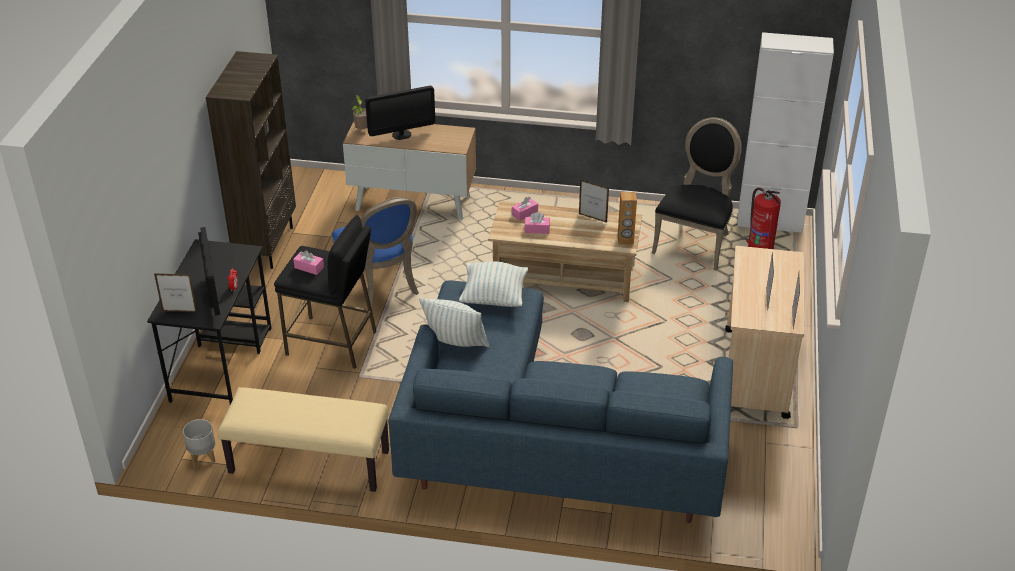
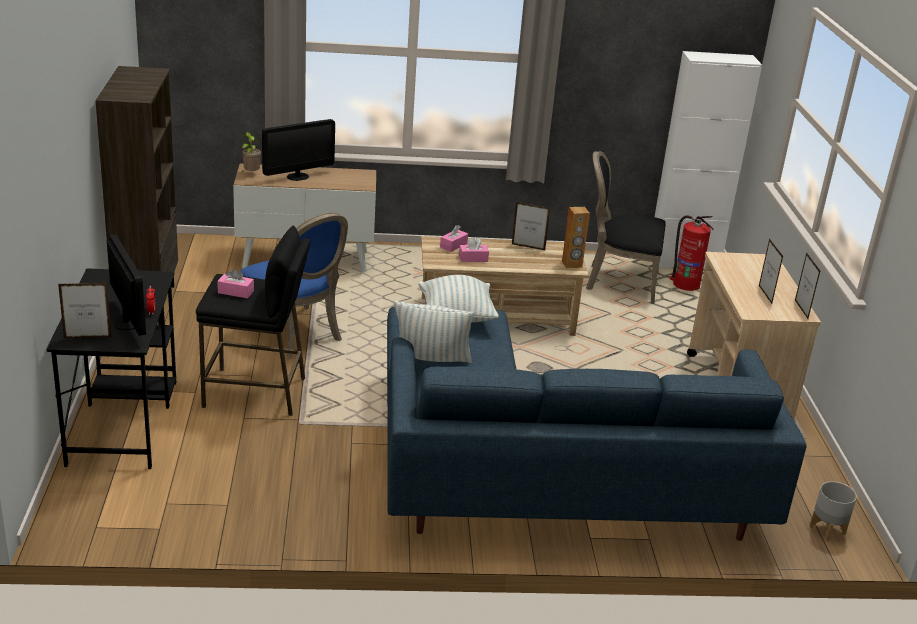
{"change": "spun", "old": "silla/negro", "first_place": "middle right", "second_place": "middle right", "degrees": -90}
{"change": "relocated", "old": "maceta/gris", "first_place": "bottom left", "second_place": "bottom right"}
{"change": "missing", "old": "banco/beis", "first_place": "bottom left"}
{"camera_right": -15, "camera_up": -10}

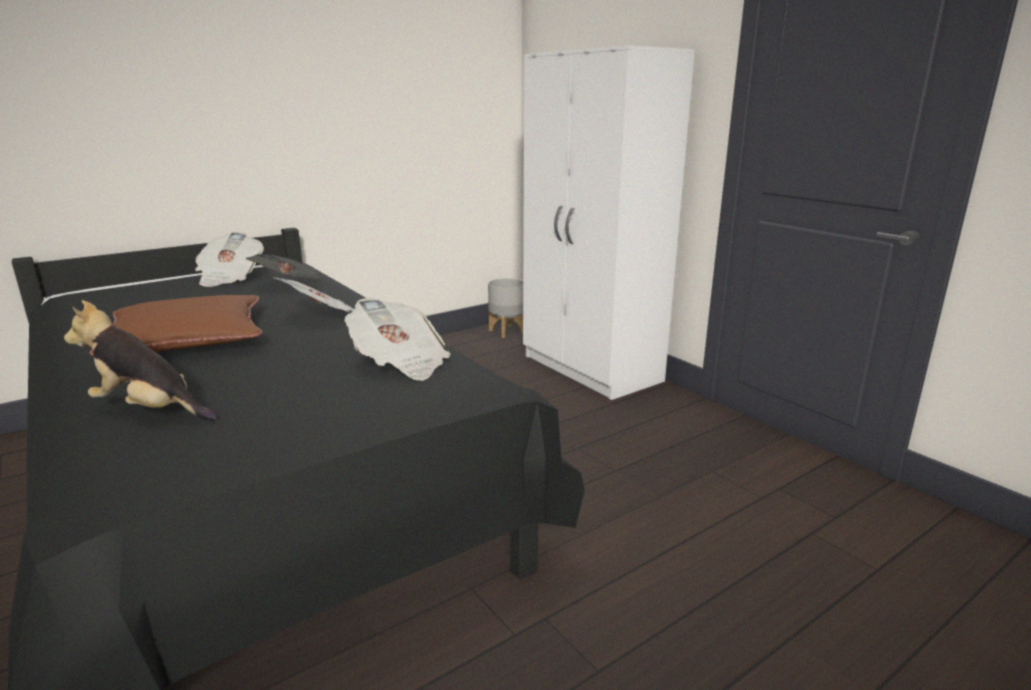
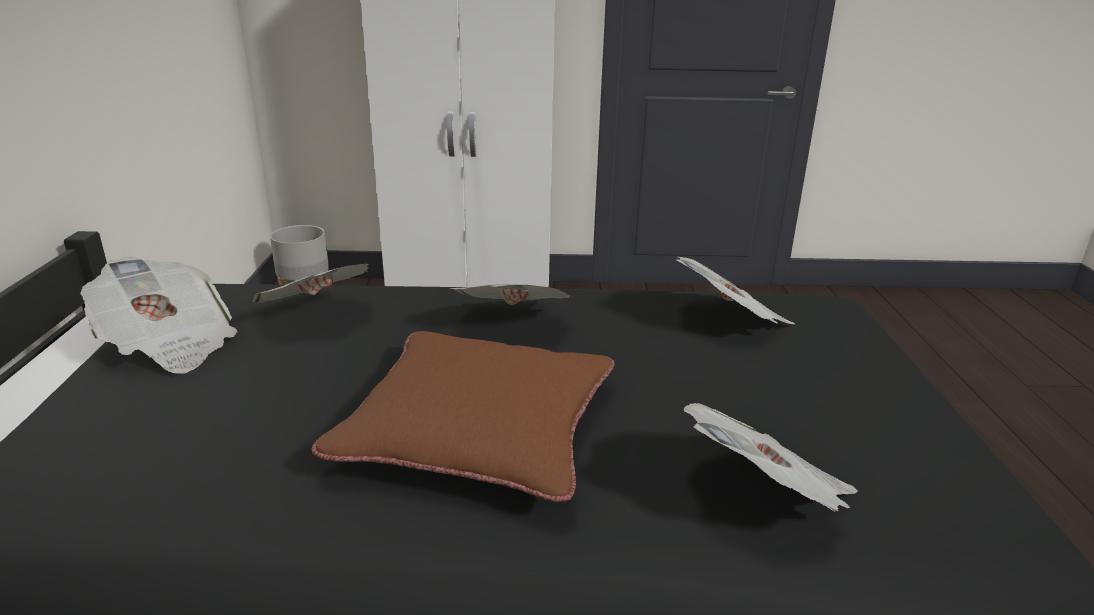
{"change": "exchanged", "old": "peluche", "new": "periódico (no. 5 from left)", "first_place": "middle left", "second_place": "bottom right"}
{"camera_right": -55, "camera_up": 5}

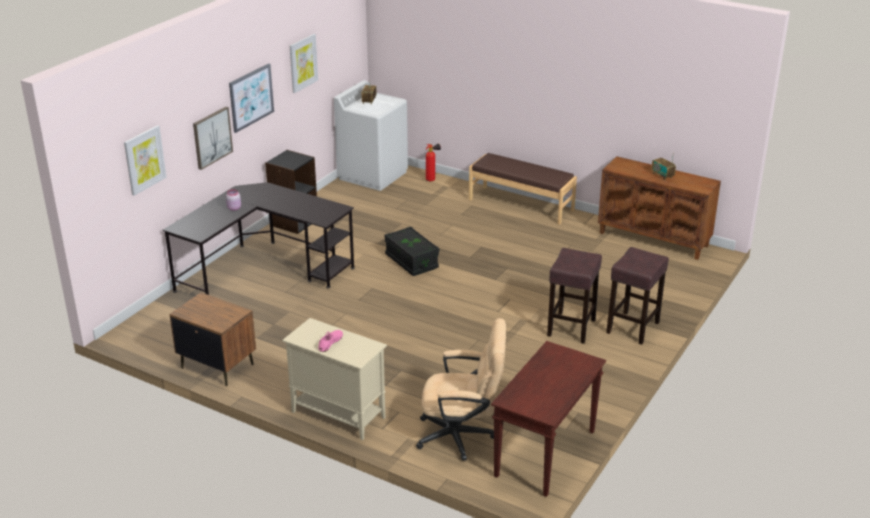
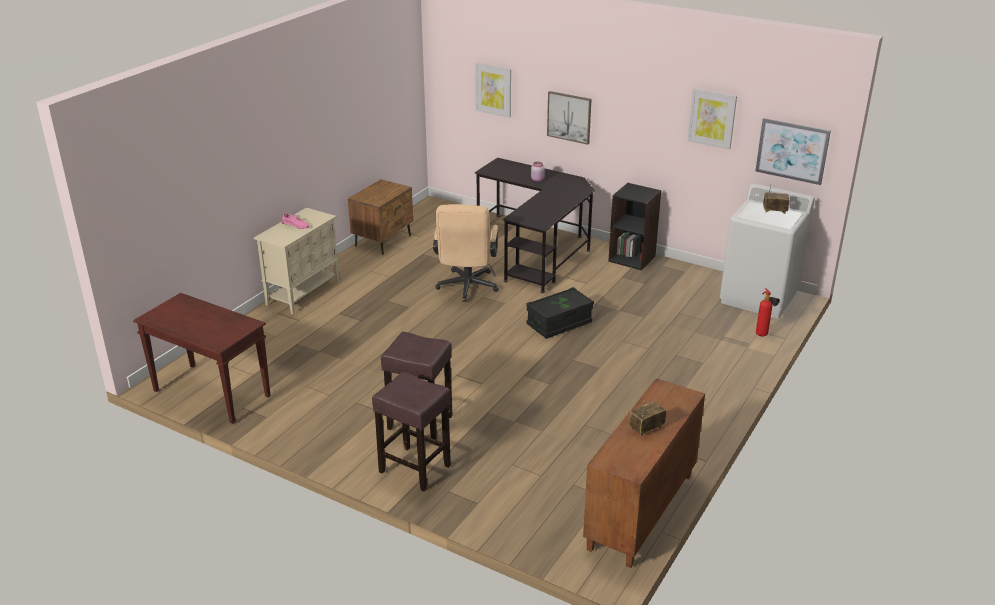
{"change": "relocated", "old": "silla de oficina/beis", "first_place": "bottom centre", "second_place": "centre"}
{"change": "relocated", "old": "cuadro (no. 3 from left in the first image)", "new": "cuadro (no. 4 from left)", "first_place": "top left", "second_place": "top right"}
{"change": "missing", "old": "banco/marrón", "first_place": "centre"}
{"camera_right": 90, "camera_up": 0}

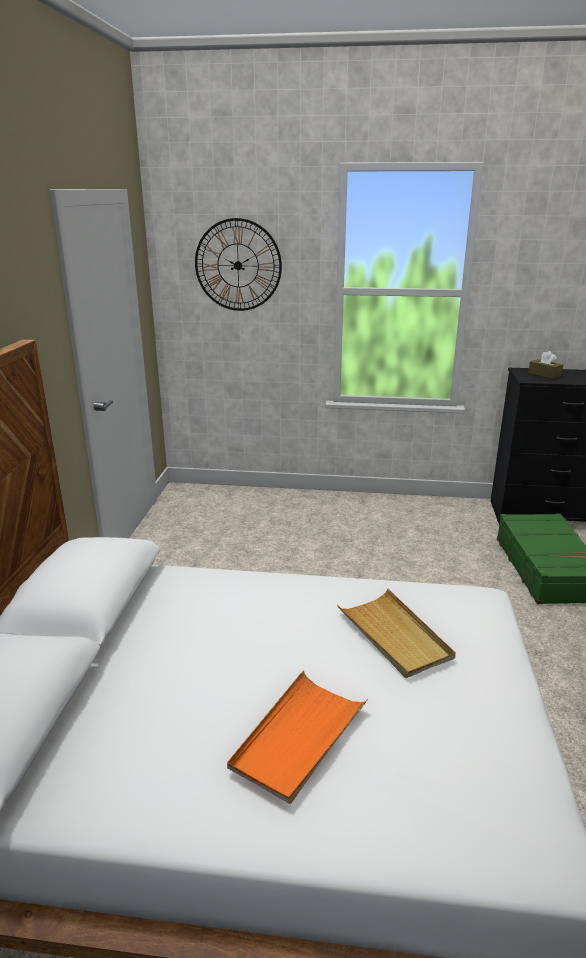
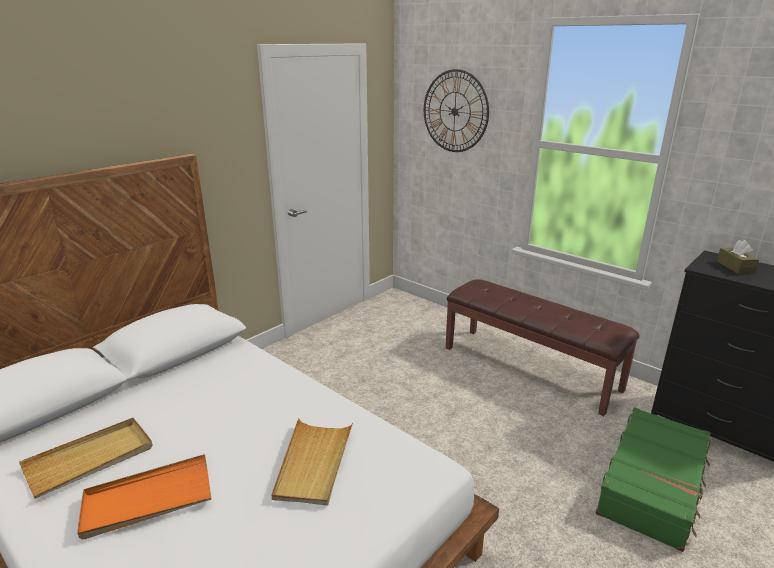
{"change": "appeared", "new": "bandeja/beis (no. 1 from left)", "second_place": "bottom left"}
{"change": "appeared", "new": "banco/marrón", "second_place": "middle right"}
{"camera_right": 35, "camera_up": 0}

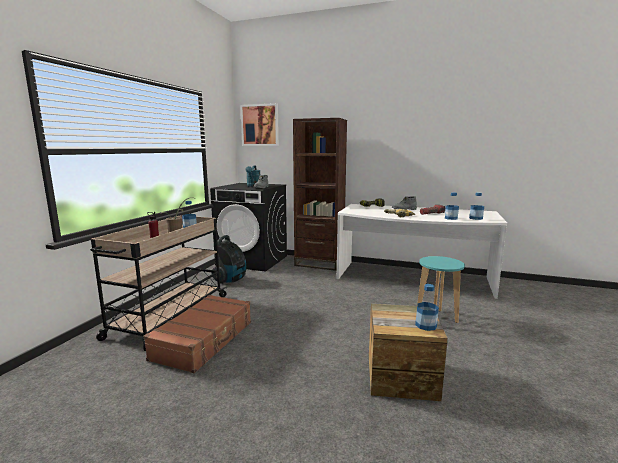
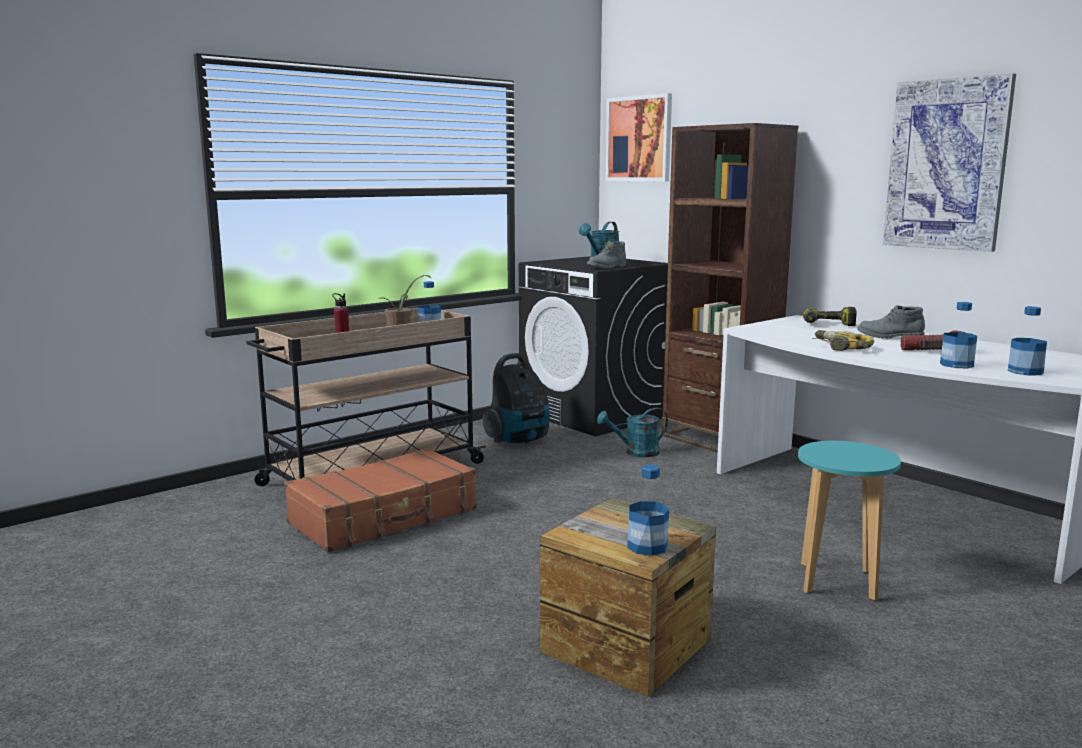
{"change": "appeared", "new": "regadera/turquesa (no. 2 from left)", "second_place": "centre"}
{"change": "appeared", "new": "cuadro (no. 2 from left)", "second_place": "top right"}
{"camera_right": 30, "camera_up": 0}

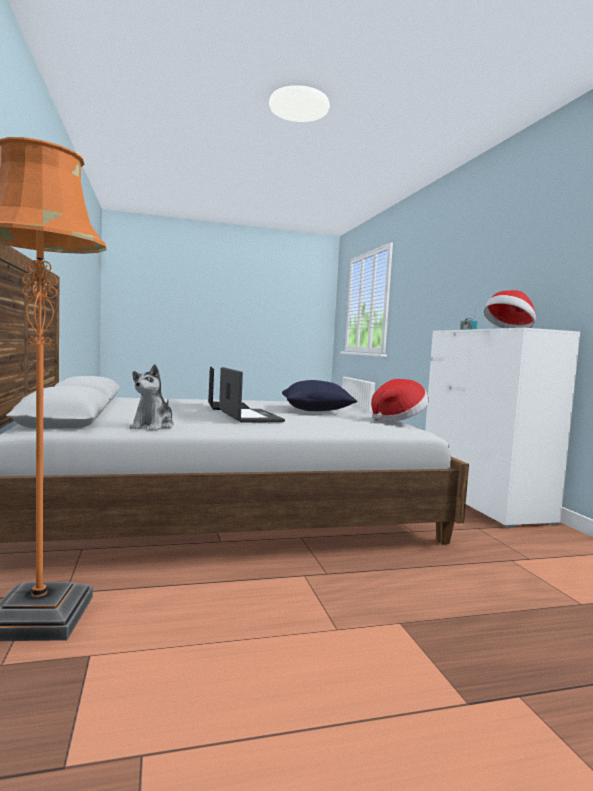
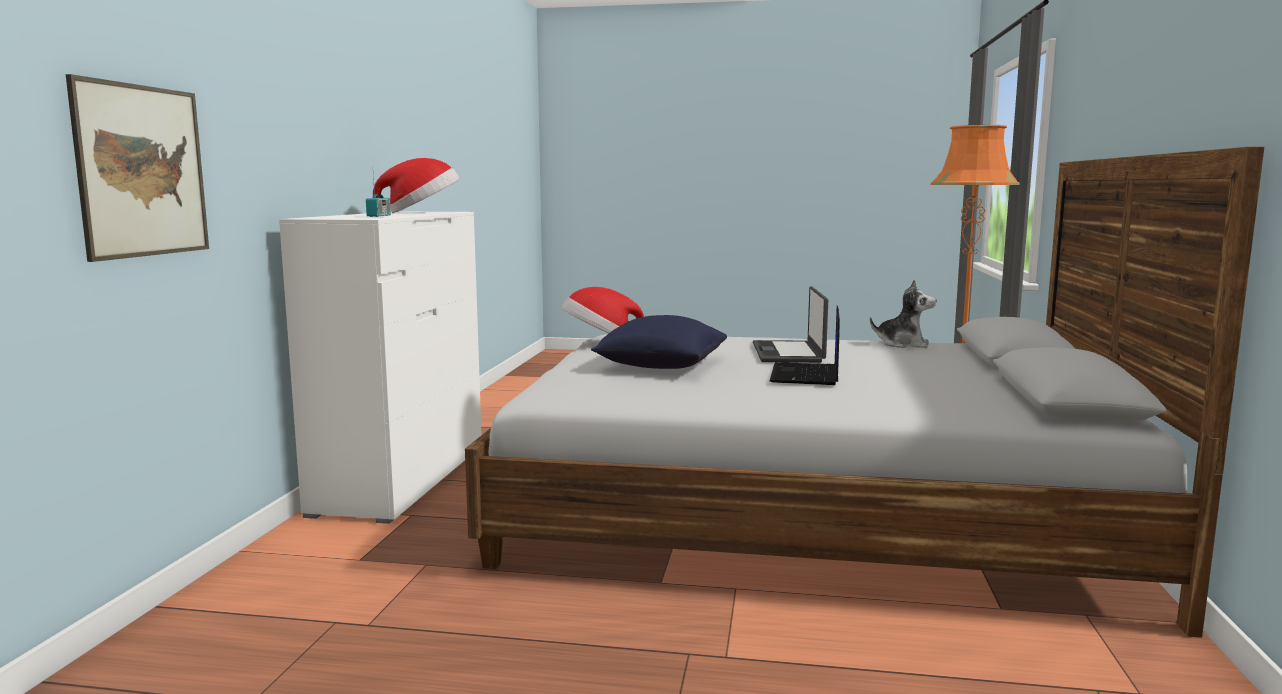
{"change": "appeared", "new": "cuadro", "second_place": "top left"}
{"change": "spun", "old": "peluche", "first_place": "middle left", "second_place": "middle right", "degrees": 75}
{"camera_right": -155, "camera_up": 5}

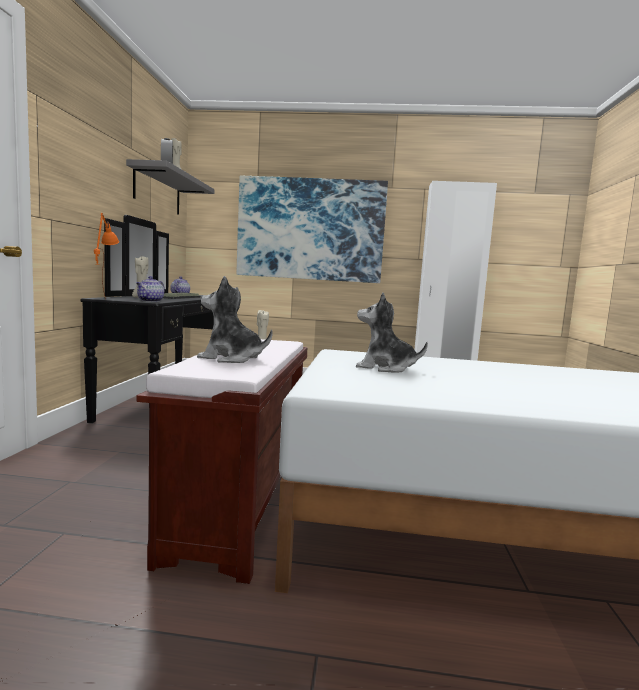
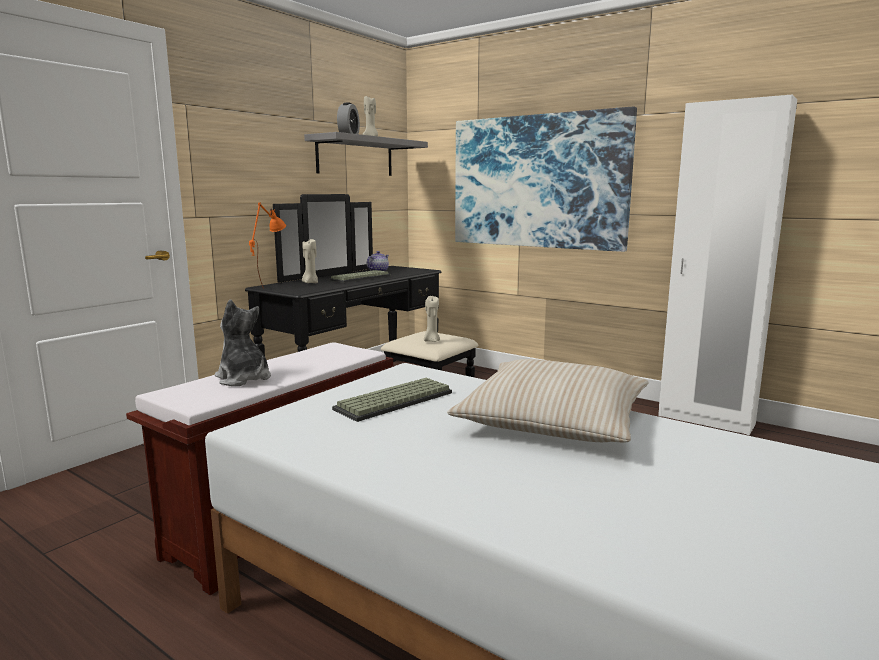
{"change": "exchanged", "old": "peluche (no. 2 from left)", "new": "teclado (no. 2 from left)", "first_place": "centre", "second_place": "centre"}
{"change": "appeared", "new": "cojín/beis", "second_place": "centre"}
{"change": "missing", "old": "tetera (no. 1 from left)", "first_place": "middle left"}
{"camera_right": 30, "camera_up": 5}

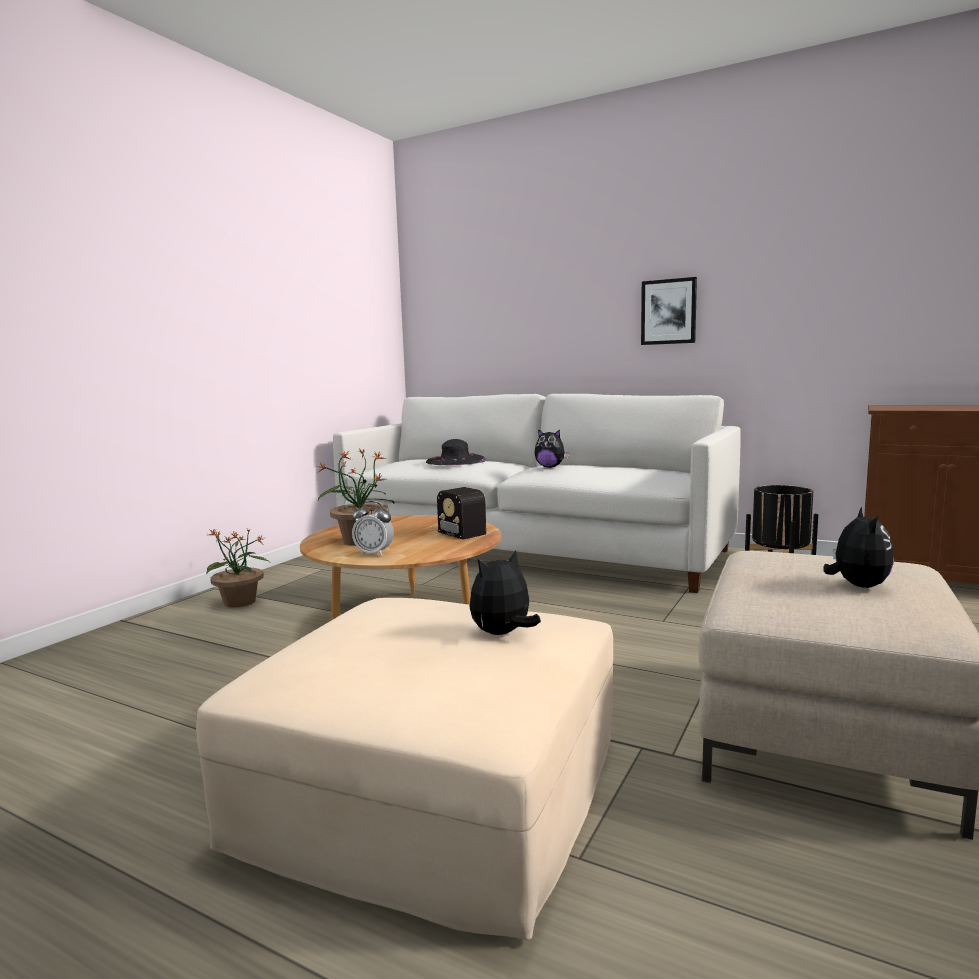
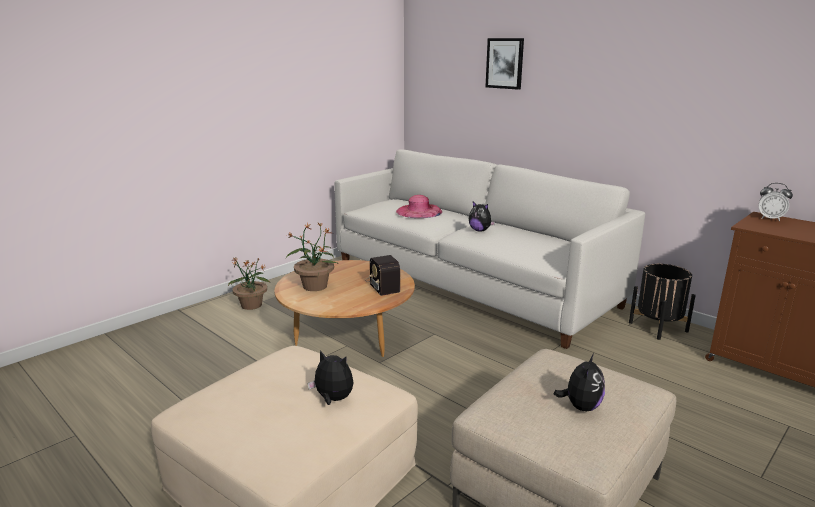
{"change": "spun", "old": "peluche (no. 1 from left)", "first_place": "centre", "second_place": "bottom centre", "degrees": 45}
{"change": "colour", "old": "sombrero/negro", "new": "sombrero/rosa", "first_place": "centre", "second_place": "centre"}
{"change": "relocated", "old": "cuadro", "first_place": "top right", "second_place": "top centre"}
{"change": "relocated", "old": "despertador", "first_place": "centre", "second_place": "middle right"}
{"camera_right": 15, "camera_up": 10}

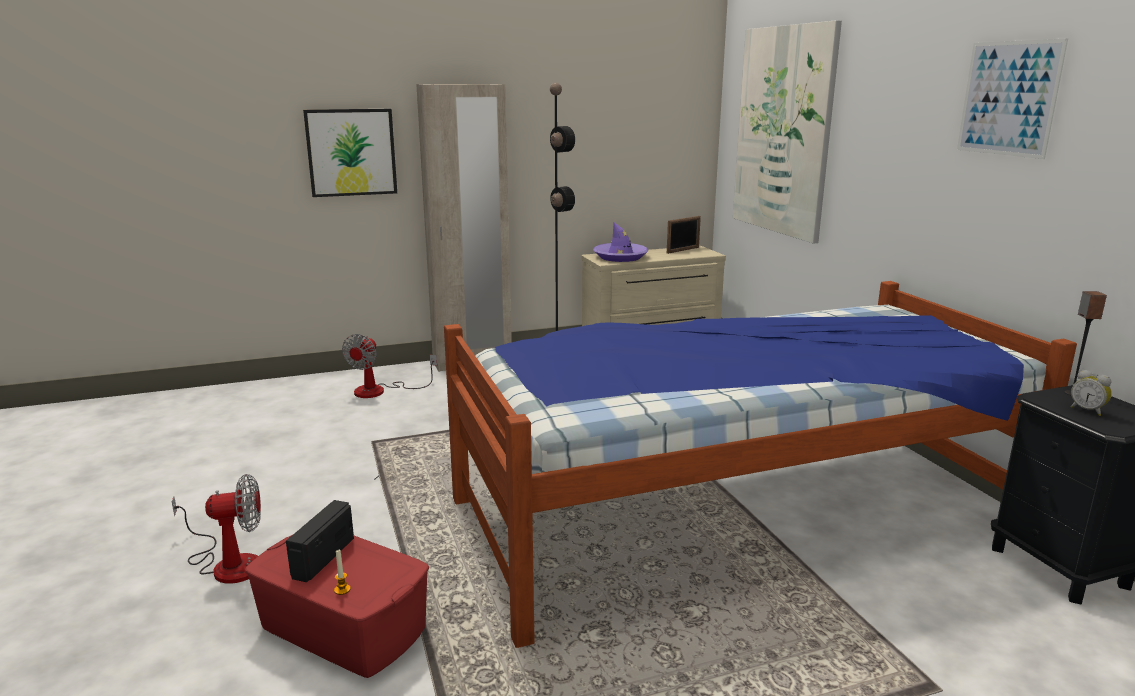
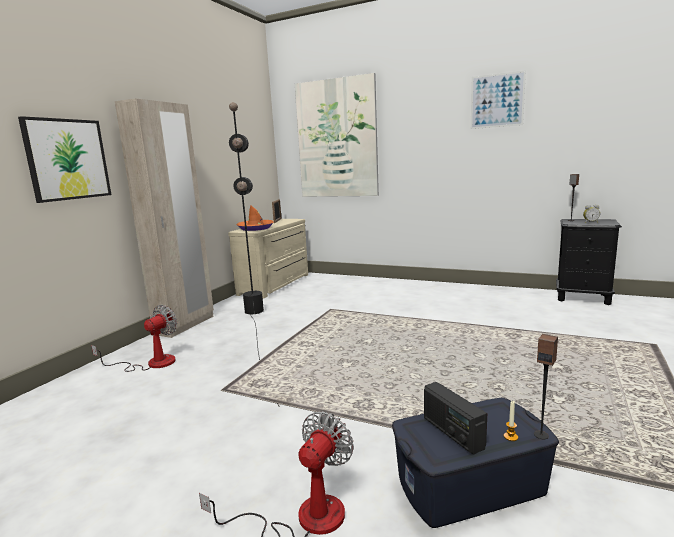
{"change": "spun", "old": "ventilador (no. 2 from left in the first image)", "first_place": "centre", "second_place": "middle left", "degrees": -120}
{"change": "colour", "old": "sombrero/morado", "new": "sombrero/naranja", "first_place": "centre", "second_place": "centre"}
{"change": "colour", "old": "caja de almacenaje/rojo", "new": "caja de almacenaje/azul", "first_place": "bottom left", "second_place": "bottom right"}
{"change": "appeared", "new": "altavoz (no. 1 from left)", "second_place": "bottom right"}
{"change": "missing", "old": "cama", "first_place": "bottom right"}
{"camera_right": -45, "camera_up": -5}

